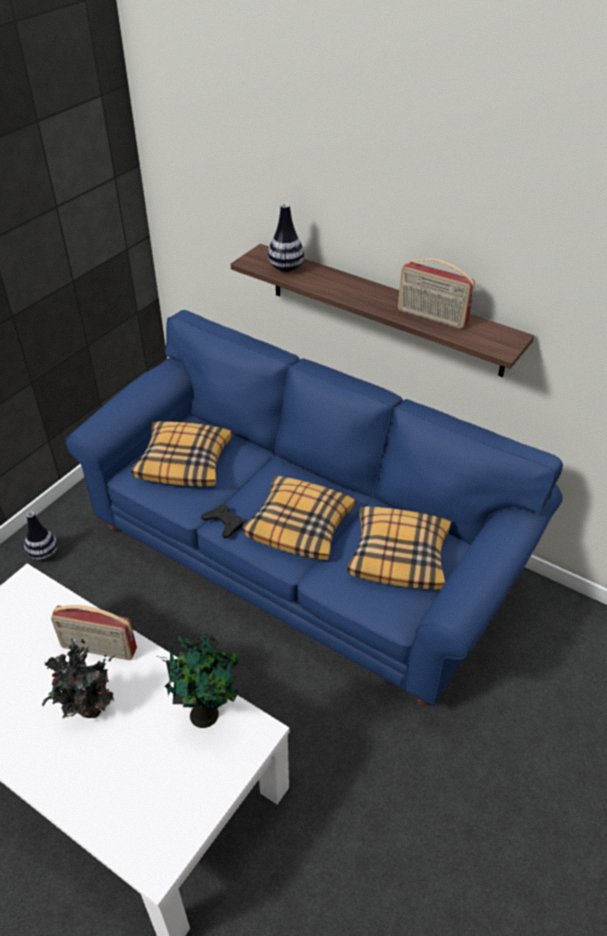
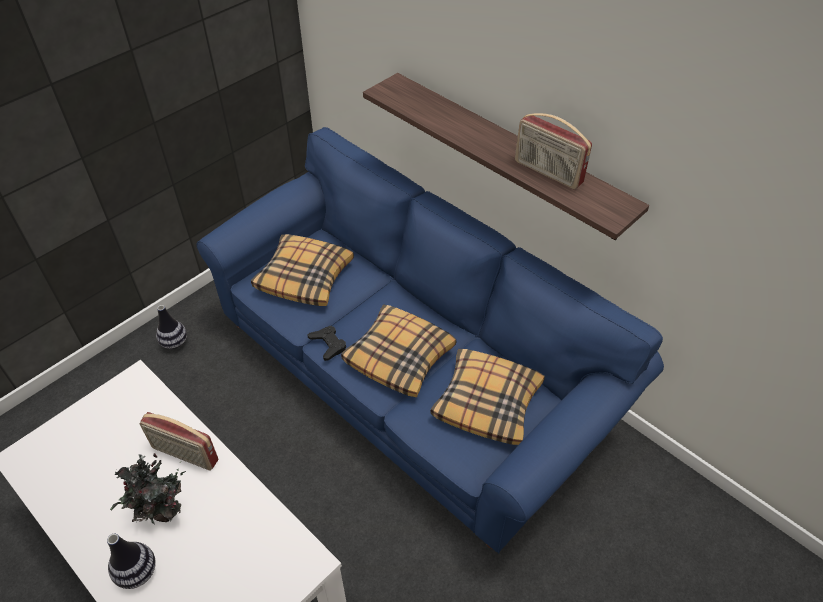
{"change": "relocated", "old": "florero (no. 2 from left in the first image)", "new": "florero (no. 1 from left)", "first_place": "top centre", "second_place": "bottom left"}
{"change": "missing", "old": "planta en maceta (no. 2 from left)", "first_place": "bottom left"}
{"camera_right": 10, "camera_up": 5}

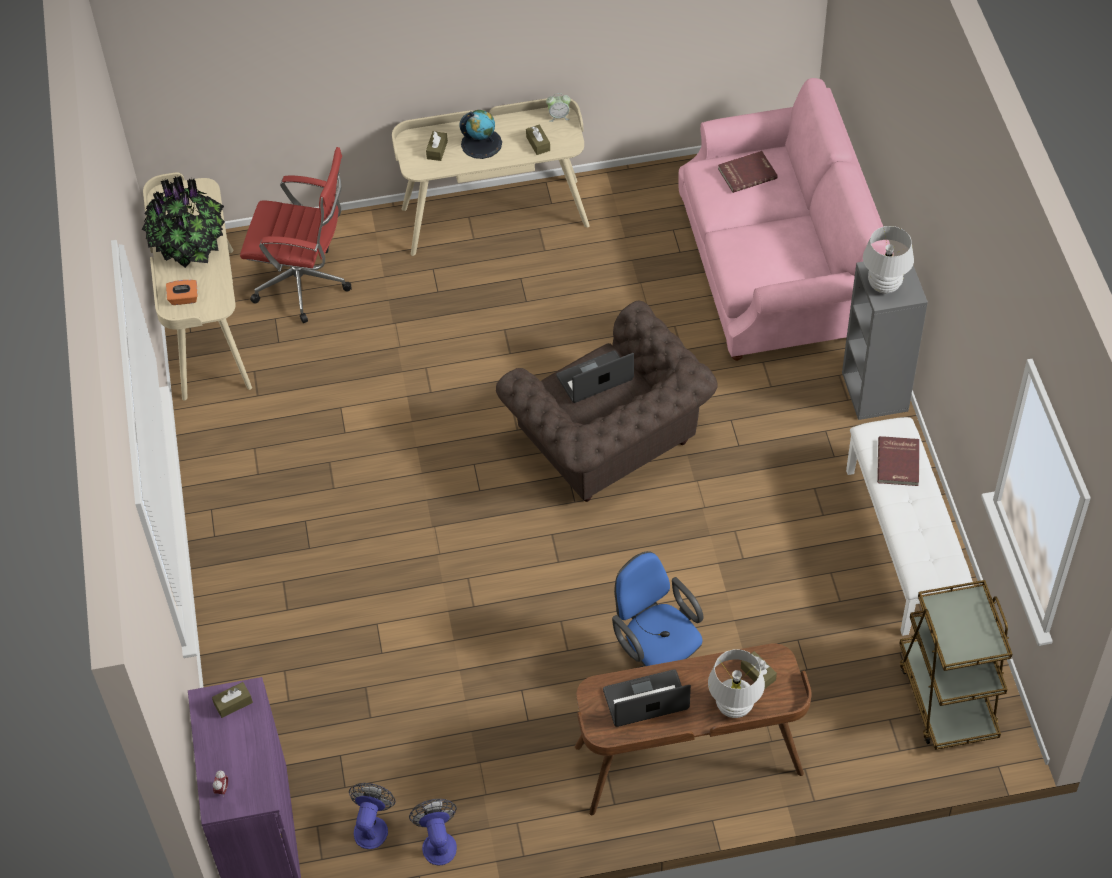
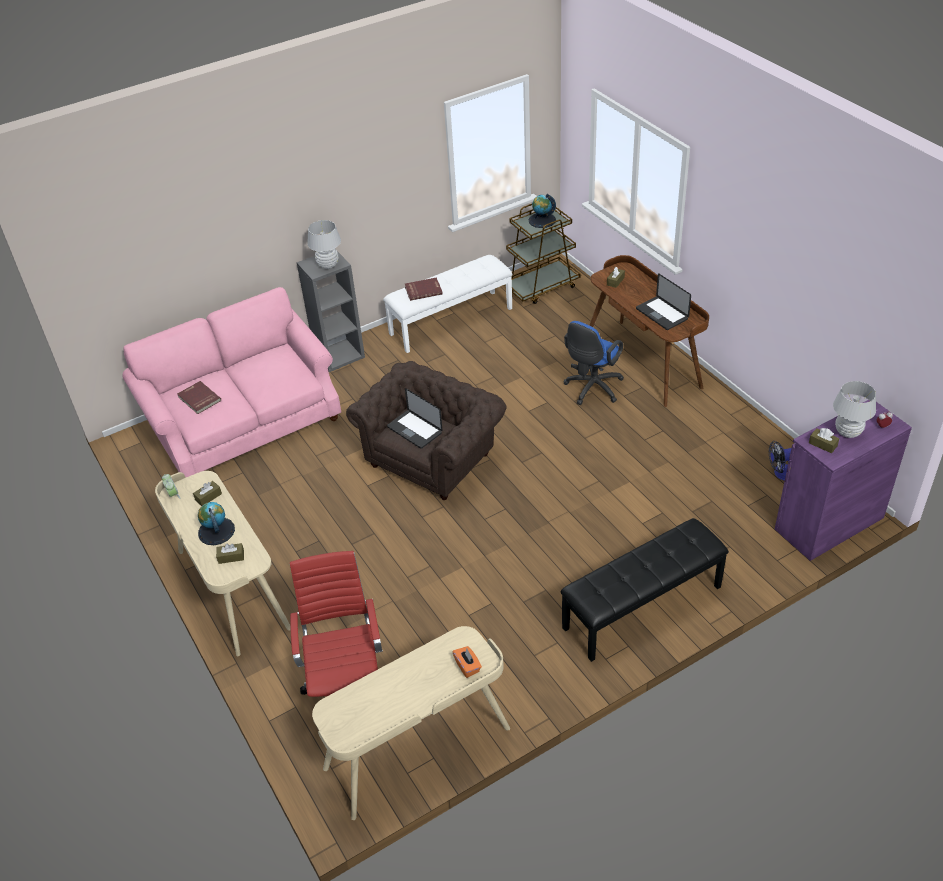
{"change": "appeared", "new": "globo terráqueo (no. 2 from left)", "second_place": "top centre"}
{"change": "appeared", "new": "banco/negro", "second_place": "bottom right"}
{"change": "relocated", "old": "lámpara de mesa/blanco (no. 1 from left in the first image)", "new": "lámpara de mesa/blanco (no. 2 from left)", "first_place": "bottom centre", "second_place": "middle right"}
{"change": "missing", "old": "planta en maceta", "first_place": "top left"}
{"change": "missing", "old": "ventilador (no. 2 from left)", "first_place": "bottom centre"}
{"camera_right": -110, "camera_up": -10}

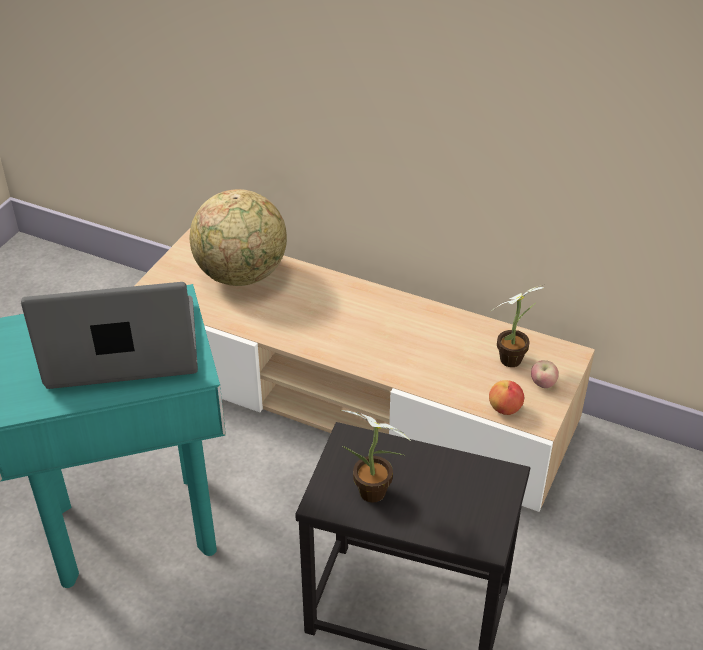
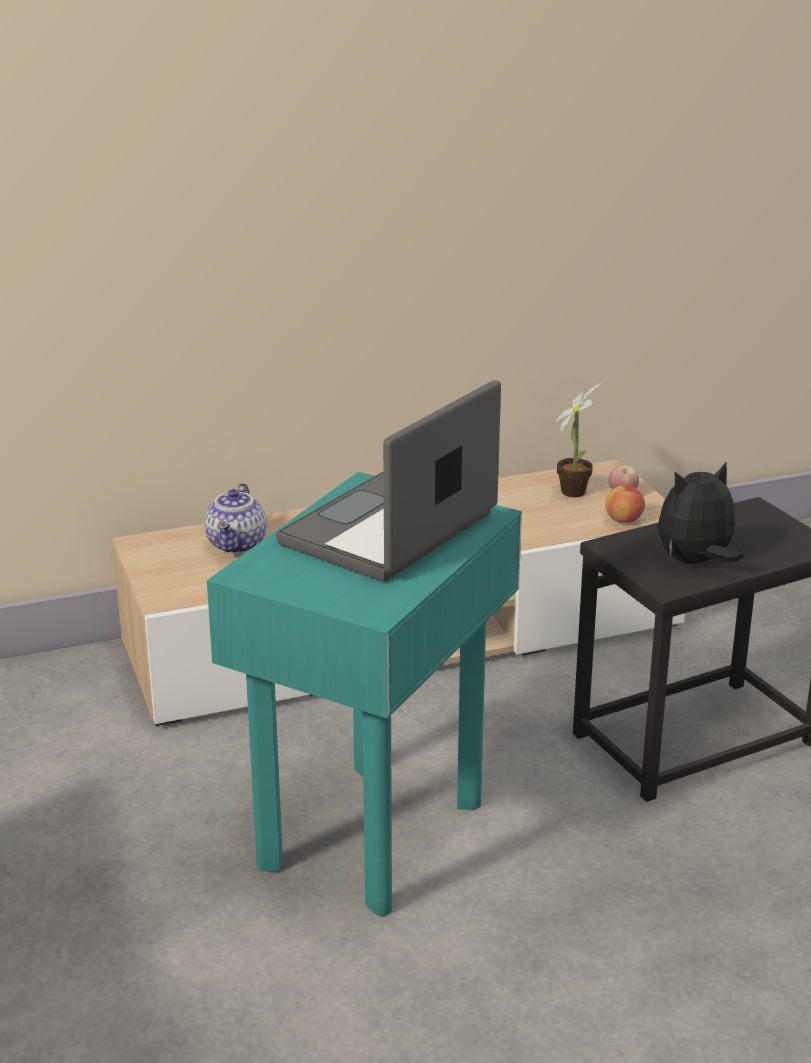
{"change": "exchanged", "old": "globo terráqueo", "new": "tetera", "first_place": "centre", "second_place": "middle left"}
{"change": "exchanged", "old": "planta en maceta (no. 1 from left)", "new": "peluche", "first_place": "bottom centre", "second_place": "middle right"}
{"camera_right": -45, "camera_up": -15}

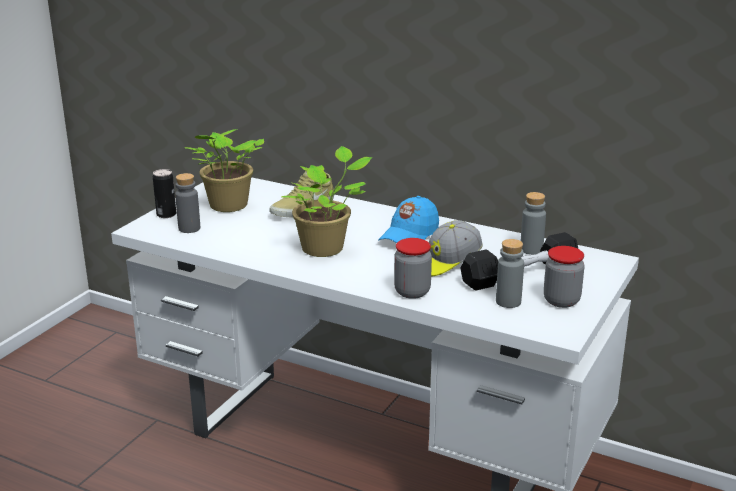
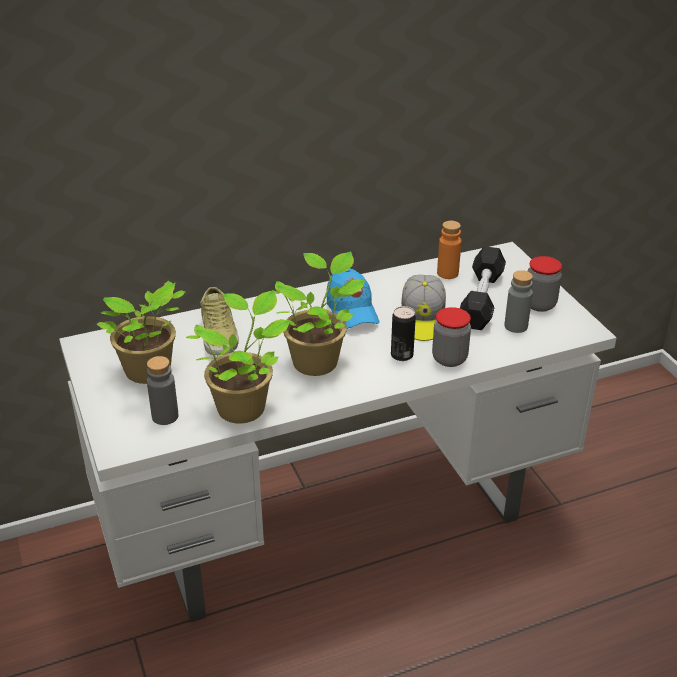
{"change": "appeared", "new": "planta en maceta (no. 2 from left)", "second_place": "centre"}
{"change": "relocated", "old": "lata", "first_place": "middle left", "second_place": "centre"}
{"change": "colour", "old": "botella/gris (no. 3 from left)", "new": "botella/naranja", "first_place": "middle right", "second_place": "centre"}
{"camera_right": -50, "camera_up": 10}

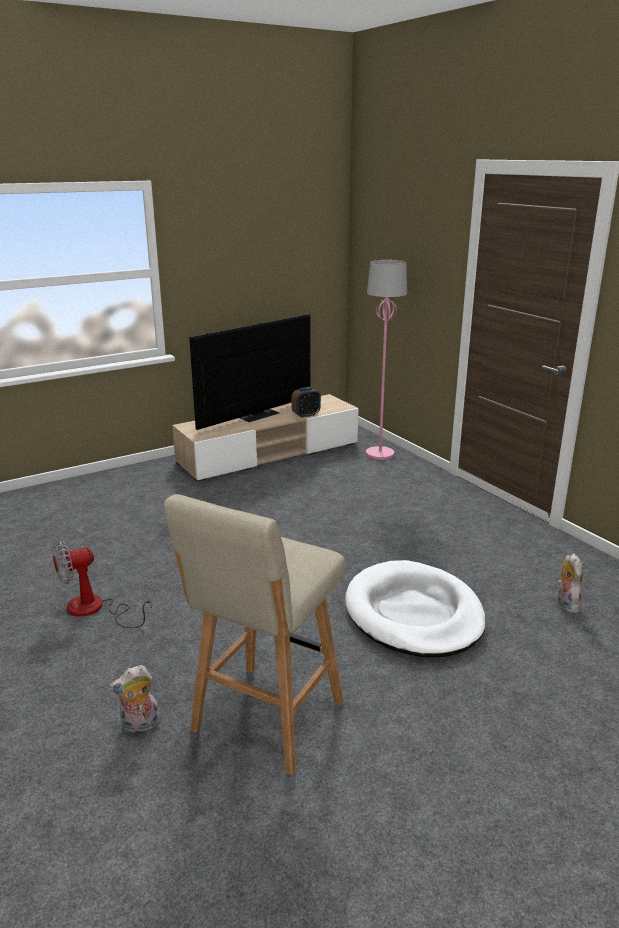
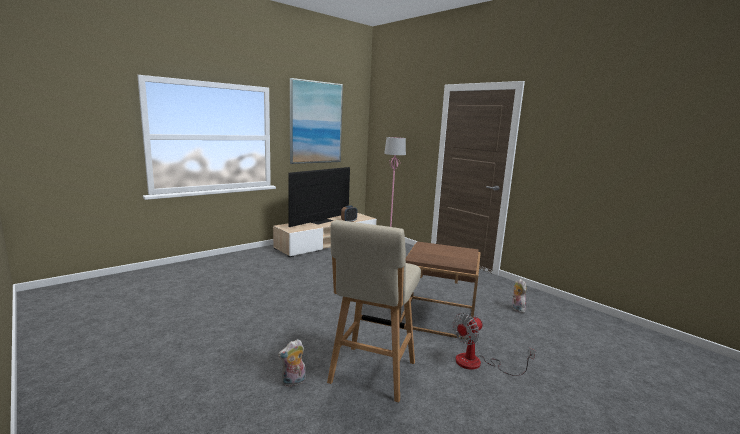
{"change": "appeared", "new": "cuadro", "second_place": "top centre"}
{"change": "exchanged", "old": "cama para perro/blanco", "new": "mesa auxiliar/marrón", "first_place": "middle right", "second_place": "bottom centre"}
{"change": "relocated", "old": "ventilador", "first_place": "middle left", "second_place": "bottom centre"}
{"camera_right": -10, "camera_up": -10}

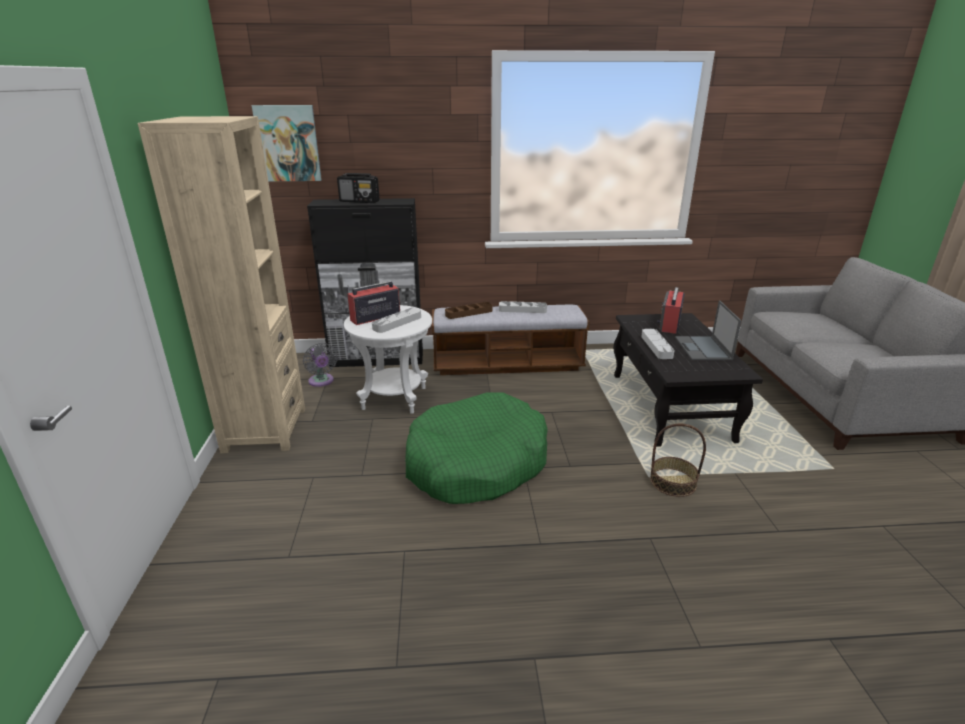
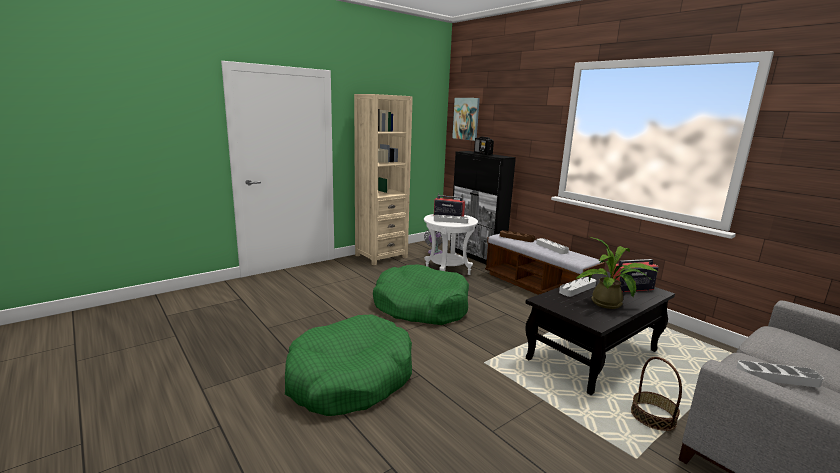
{"change": "appeared", "new": "cama para perro/verde (no. 1 from left)", "second_place": "bottom centre"}
{"change": "exchanged", "old": "portátil", "new": "planta en maceta", "first_place": "middle right", "second_place": "middle right"}
{"change": "relocated", "old": "cesta", "first_place": "middle right", "second_place": "bottom right"}
{"change": "appeared", "new": "bandeja/gris (no. 4 from left)", "second_place": "bottom right"}
{"camera_right": 55, "camera_up": -10}

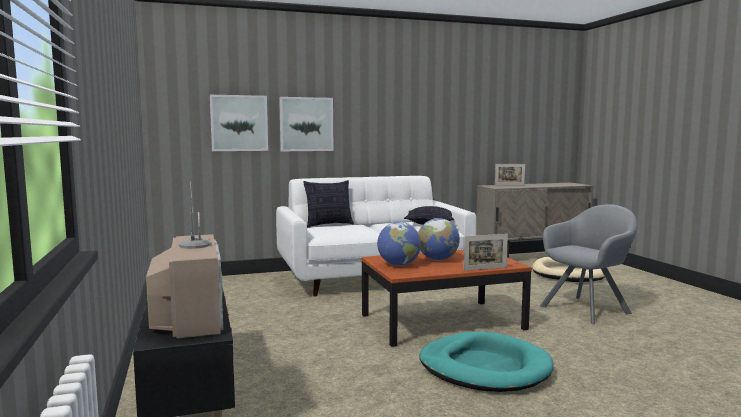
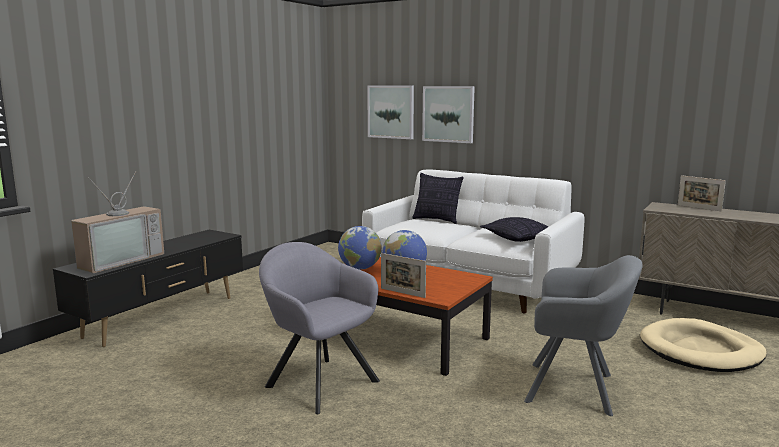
{"change": "exchanged", "old": "cama para perro/turquesa", "new": "sillón/gris (no. 1 from left)", "first_place": "bottom centre", "second_place": "bottom centre"}
{"camera_right": 50, "camera_up": 5}

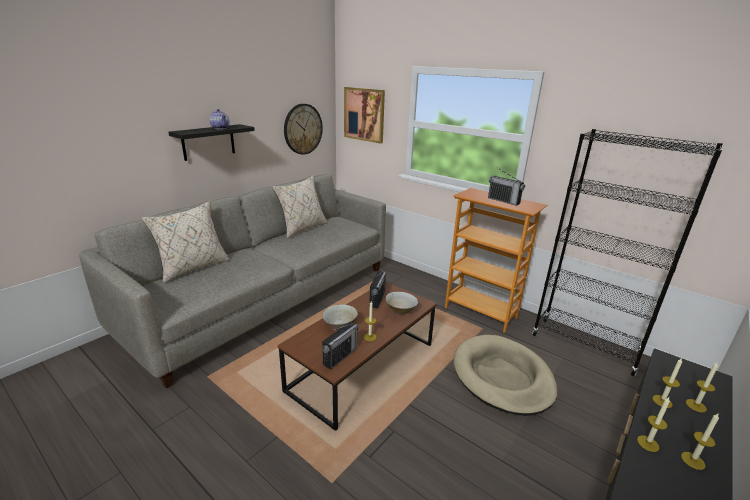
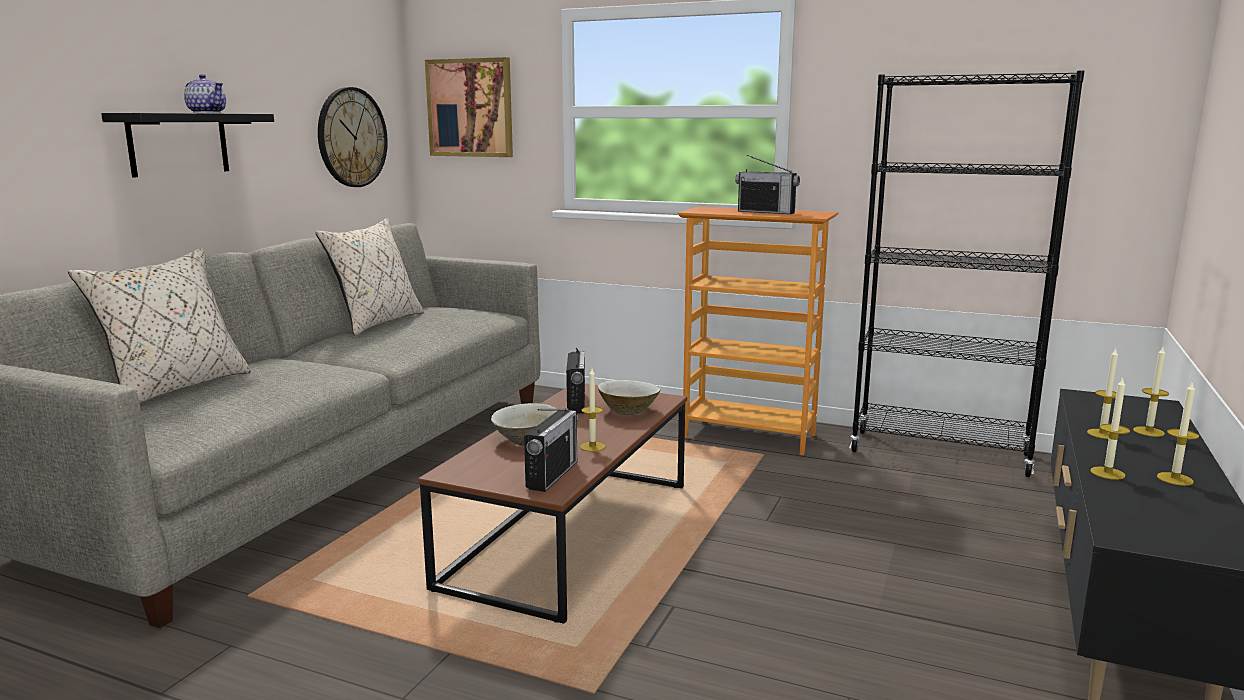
{"change": "missing", "old": "cama para perro/beis", "first_place": "bottom right"}
{"camera_right": -15, "camera_up": -10}

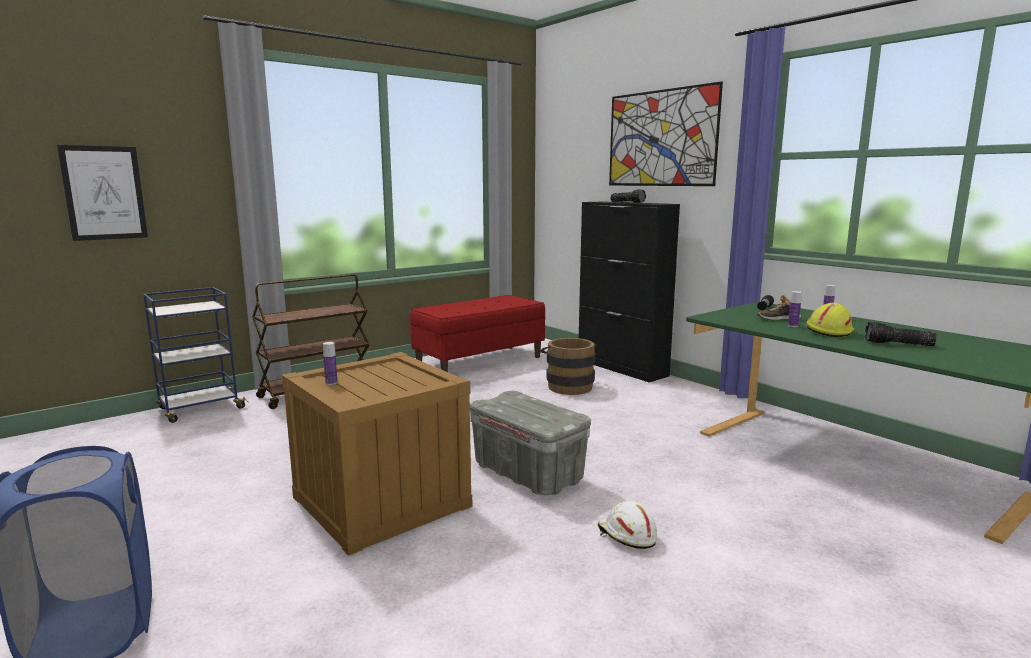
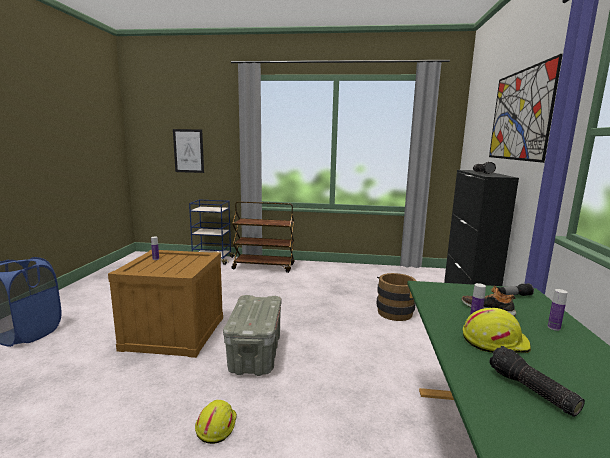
{"change": "colour", "old": "casco/blanco", "new": "casco/amarillo (no. 1 from left)", "first_place": "bottom centre", "second_place": "bottom centre"}
{"change": "missing", "old": "banco/rojo", "first_place": "centre"}
{"camera_right": 45, "camera_up": 0}

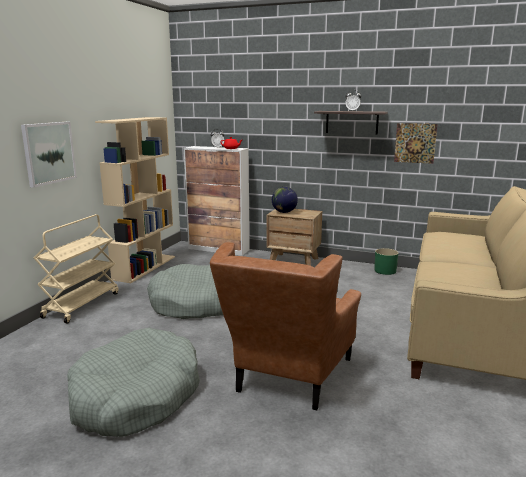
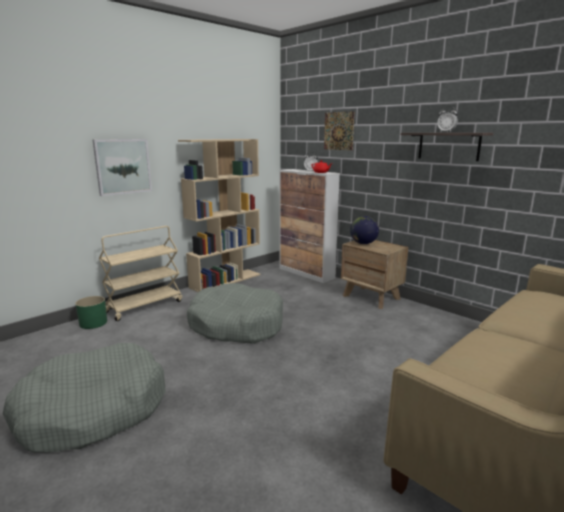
{"change": "relocated", "old": "maceta/verde", "first_place": "middle right", "second_place": "middle left"}
{"change": "relocated", "old": "cuadro (no. 2 from left)", "first_place": "top right", "second_place": "top centre"}
{"change": "missing", "old": "sillón/marrón", "first_place": "bottom centre"}
{"camera_right": 25, "camera_up": 0}

